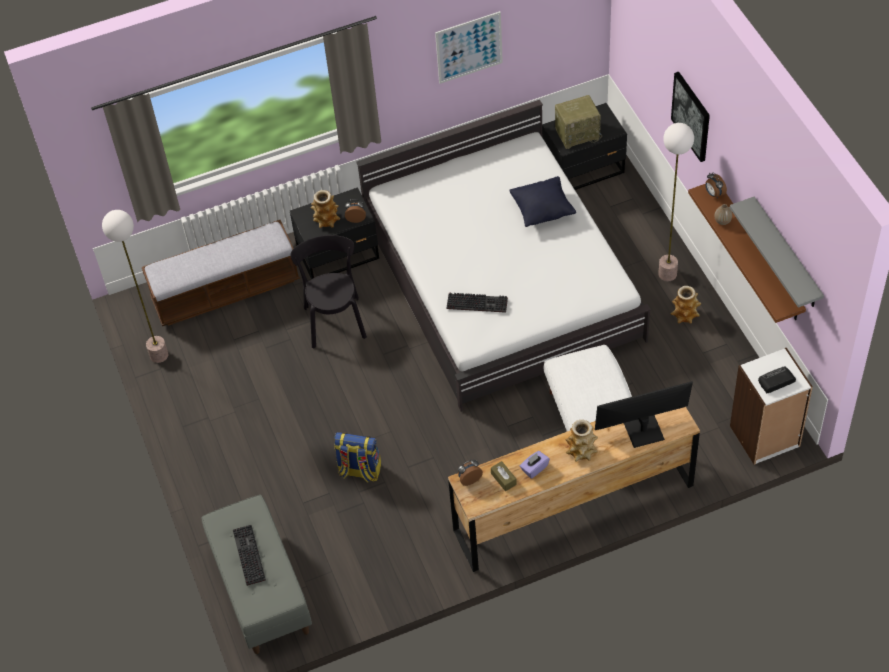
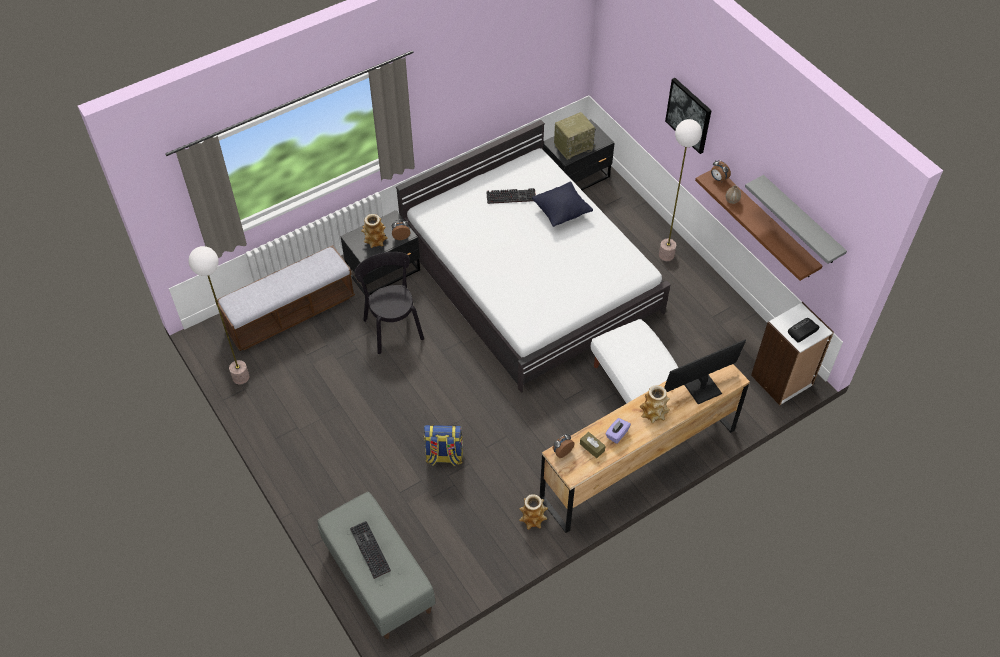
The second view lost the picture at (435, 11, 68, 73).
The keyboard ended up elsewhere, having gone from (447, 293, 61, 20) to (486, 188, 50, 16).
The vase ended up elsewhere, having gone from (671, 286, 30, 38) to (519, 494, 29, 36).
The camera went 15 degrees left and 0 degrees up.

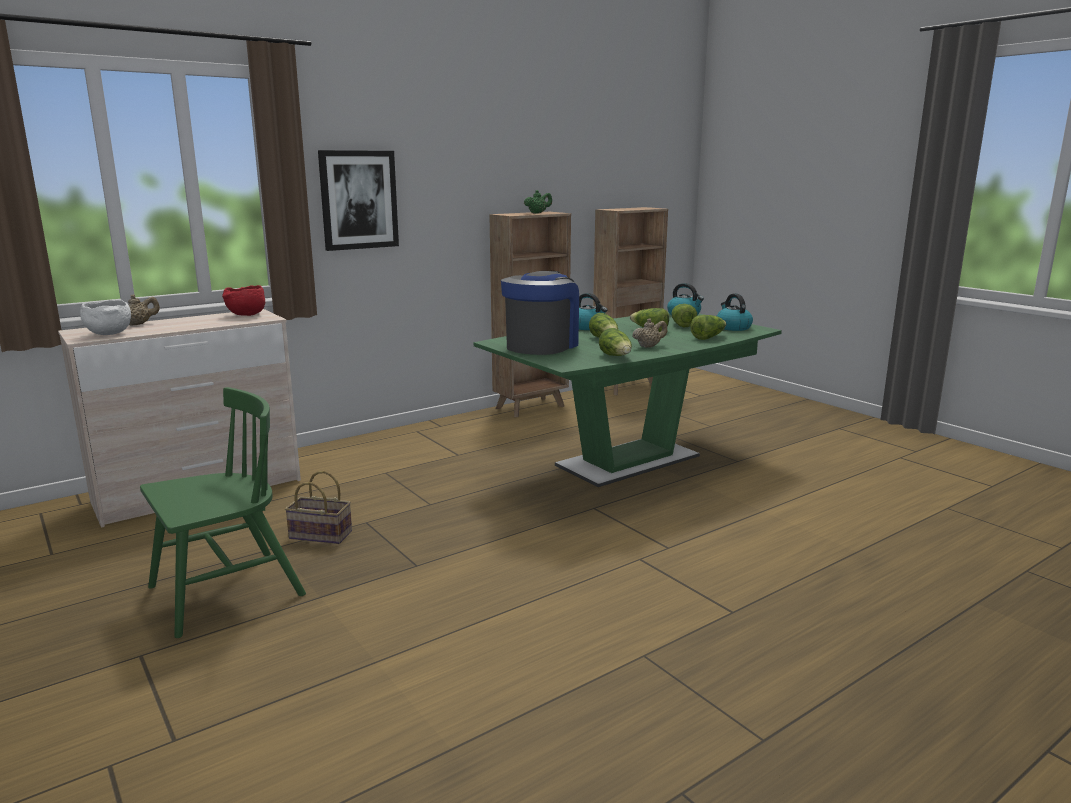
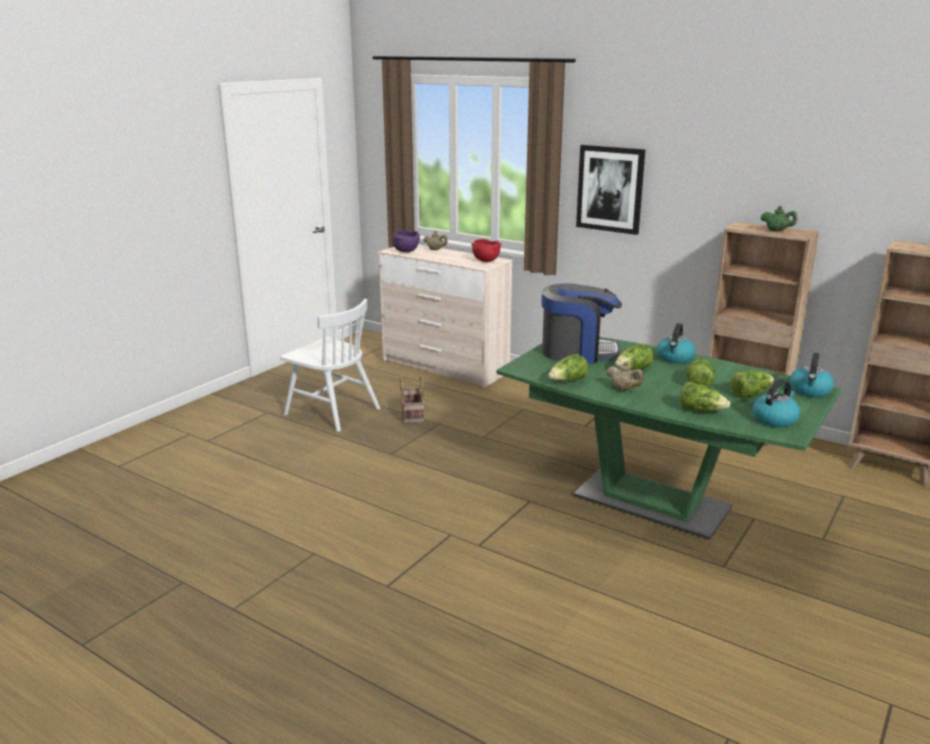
What was the white bowl at (80, 300, 51, 35) turned into the purple bowl at (393, 230, 27, 22).
What was the green chair at (140, 387, 166, 251) turned into the white chair at (281, 299, 99, 133).
The camera went 70 degrees right and 5 degrees up.

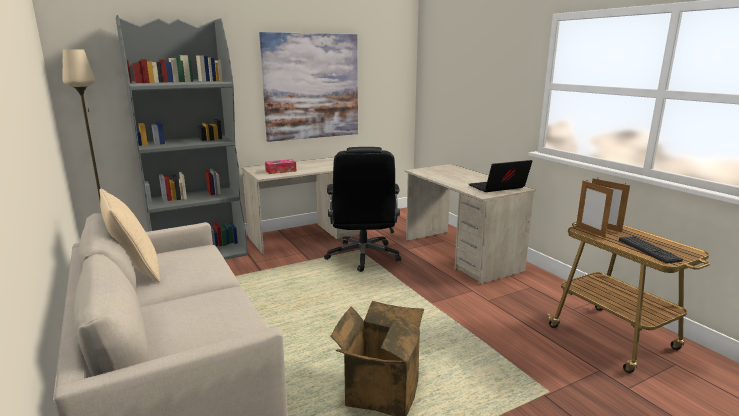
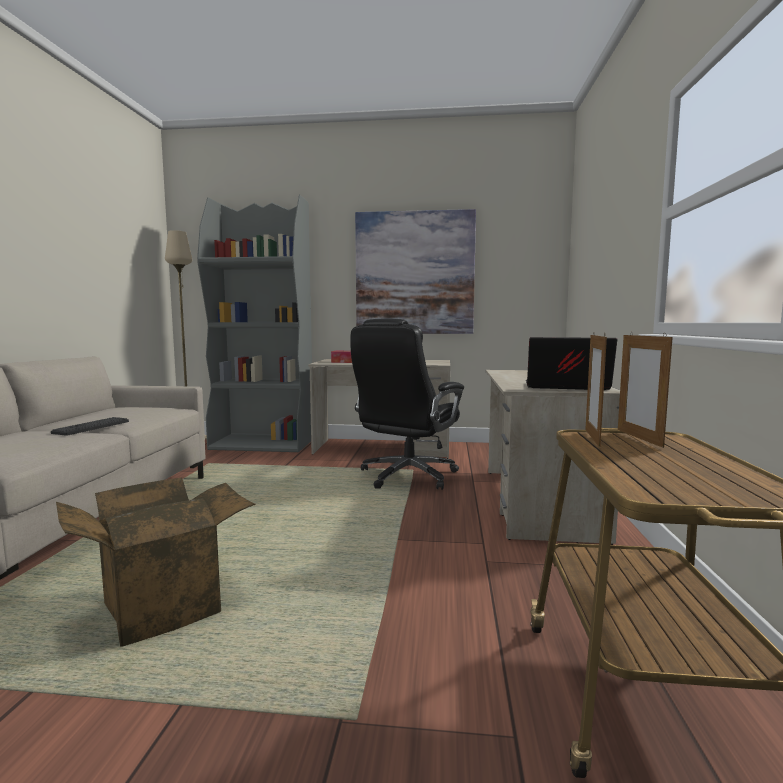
The second view lost the beige pillow at (100, 189, 60, 93).
The keyboard ended up elsewhere, having gone from (619, 236, 64, 28) to (51, 417, 78, 19).
The camera went 35 degrees right and 10 degrees down.

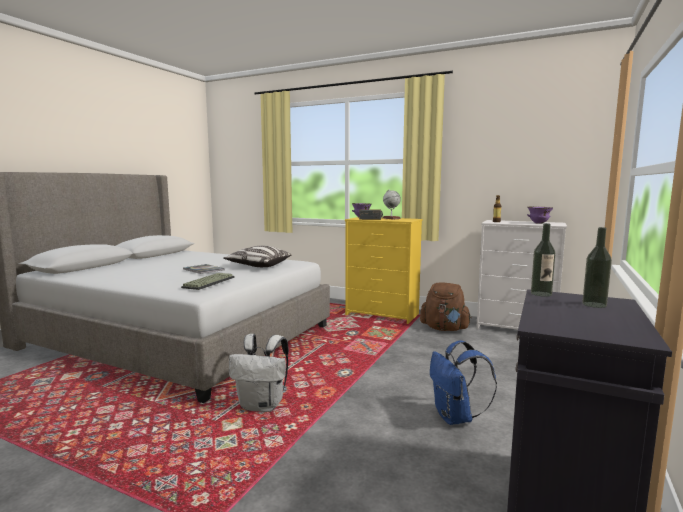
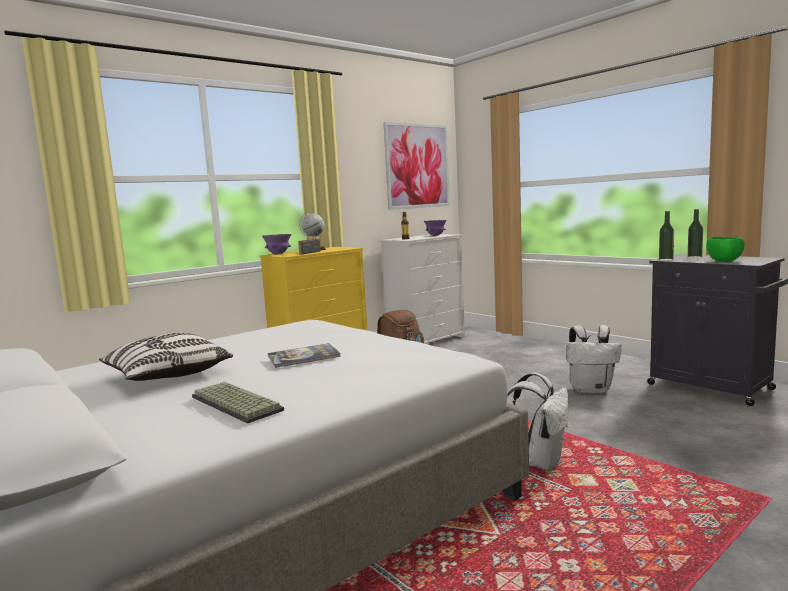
The keyboard ended up elsewhere, having gone from (181, 273, 54, 17) to (192, 382, 92, 42).
The pillow ended up elsewhere, having gone from (223, 246, 69, 21) to (99, 332, 134, 49).
What was the blue backpack at (430, 341, 67, 84) turned into the white backpack at (567, 325, 55, 69).
The second view gained the picture at (383, 122, 67, 88).
The second view gained the green bowl at (706, 237, 38, 25).
The camera went 65 degrees left and 0 degrees up.

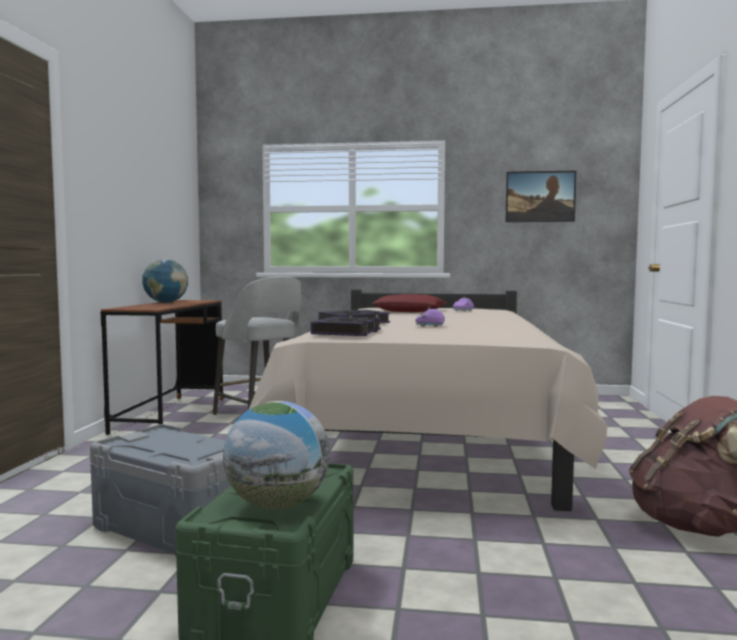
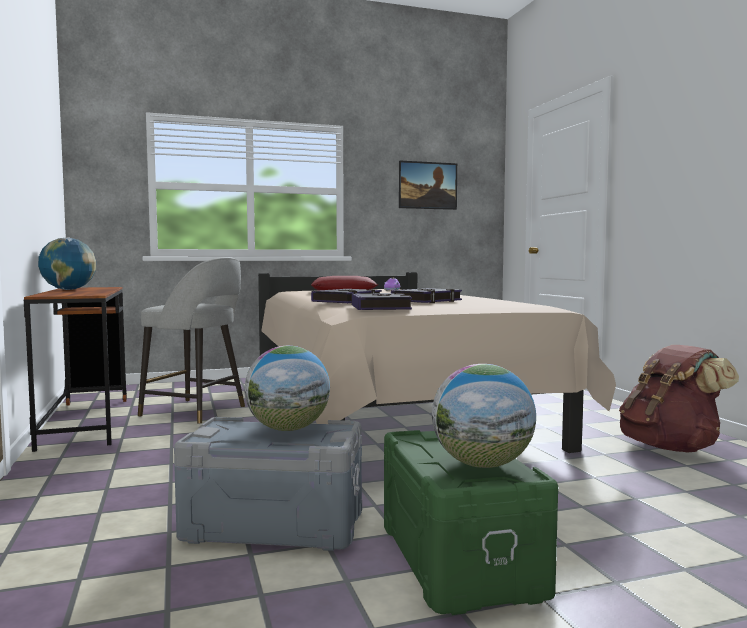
Where the purple toy car stood at (415, 307, 30, 20), the book came to stand at (391, 288, 71, 15).
The second view gained the globe at (244, 346, 86, 85).
The camera went 25 degrees left and 0 degrees up.

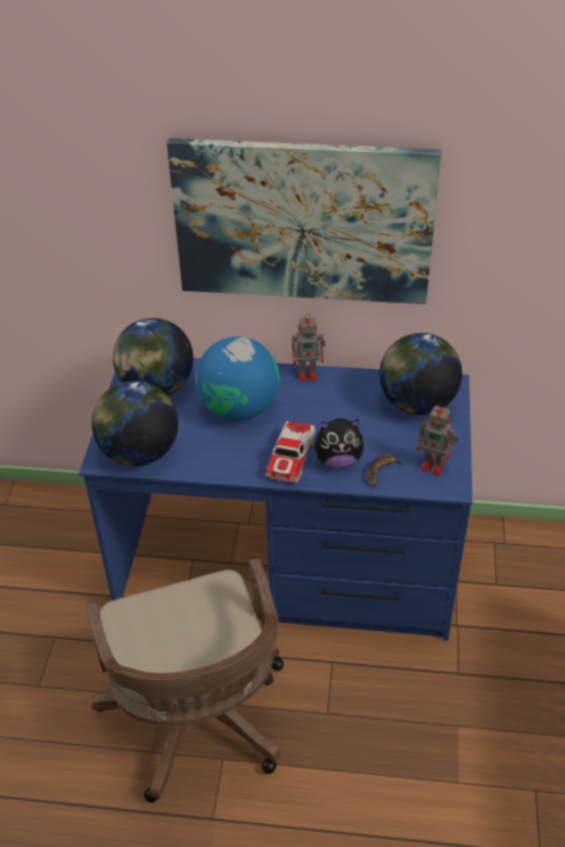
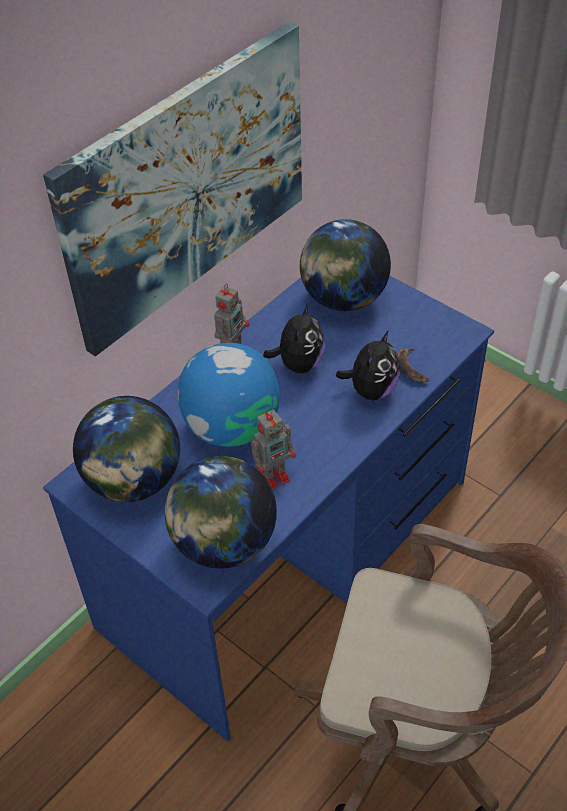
The second view lost the toy car at (265, 421, 50, 62).
The toy robot ended up elsewhere, having gone from (417, 403, 41, 73) to (251, 409, 45, 81).
The second view gained the plush toy at (263, 302, 62, 71).
The camera went 55 degrees left and 5 degrees up.

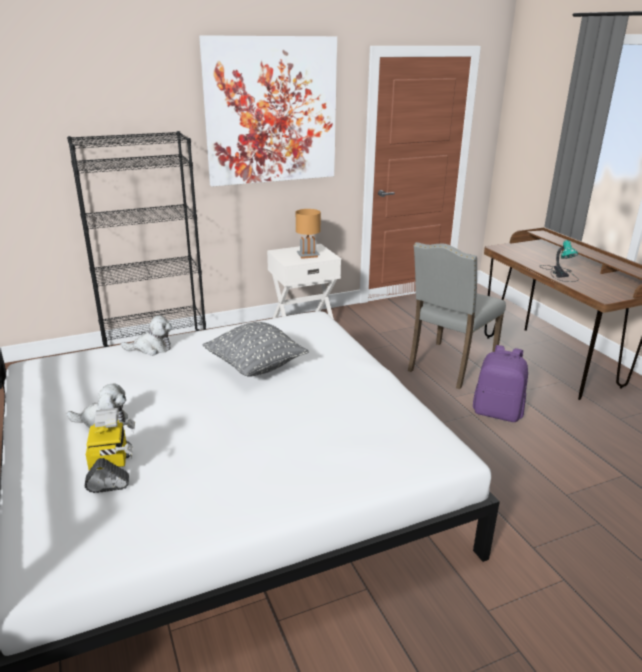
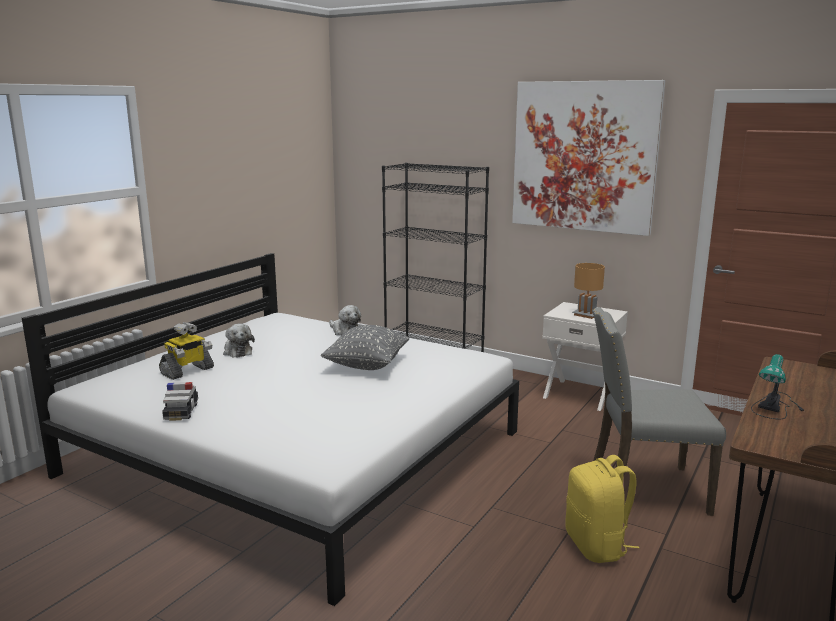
What was the purple backpack at (473, 345, 55, 77) turned into the yellow backpack at (566, 455, 73, 108).
The second view gained the toy car at (162, 382, 36, 39).
The camera went 55 degrees right and 10 degrees down.

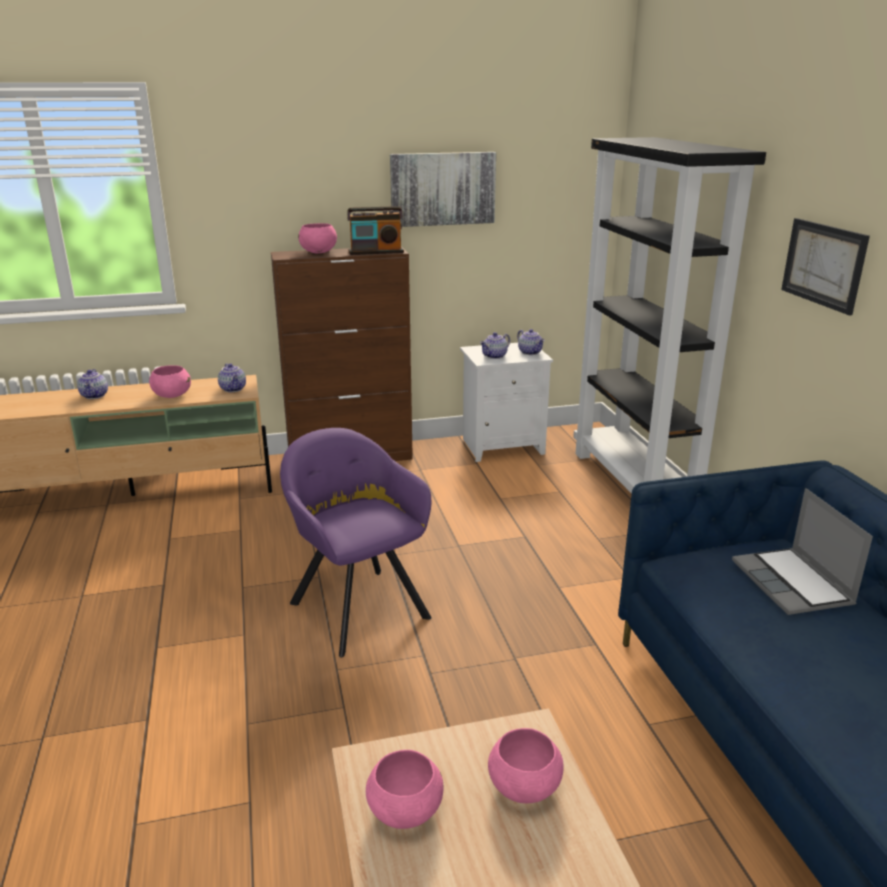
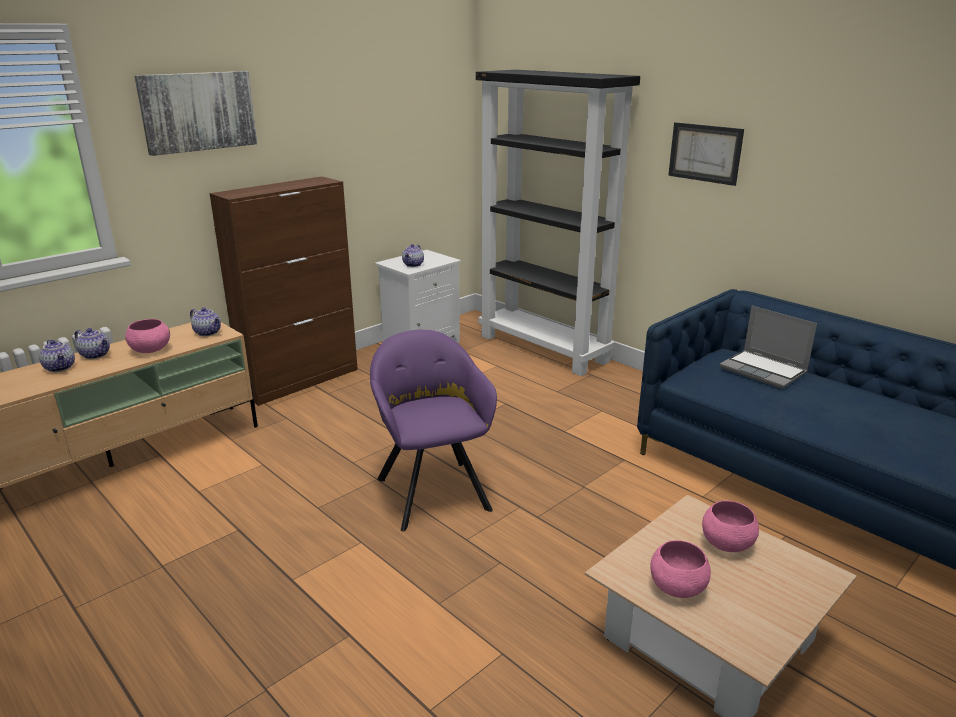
The purple armchair at (280, 428, 152, 229) ended up facing another way, 45 degrees clockwise from before.
The second view lost the pink bowl at (298, 223, 39, 30).
The second view lost the radio at (347, 206, 57, 49).
The picture ended up elsewhere, having gone from (390, 152, 106, 75) to (134, 71, 123, 85).
The teapot ended up elsewhere, having gone from (517, 329, 28, 26) to (75, 328, 35, 31).
The camera went 30 degrees left and 0 degrees up.

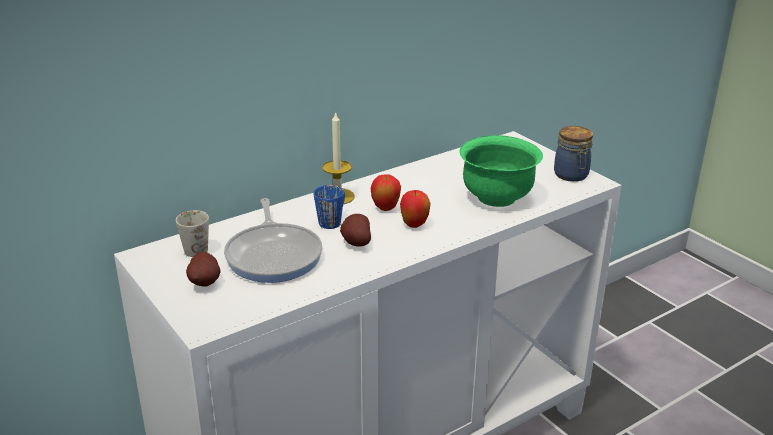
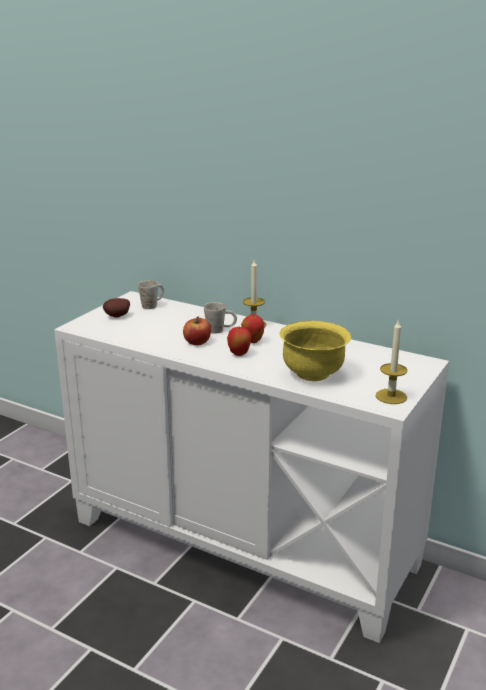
The second view lost the frying pan at (224, 198, 99, 85).
What was the blue mug at (313, 185, 32, 44) turned into the white mug at (204, 302, 33, 32).
Where the potato stood at (340, 214, 31, 33), the apple came to stand at (183, 316, 28, 29).
What was the green bowl at (459, 135, 84, 72) turned into the yellow bowl at (279, 321, 72, 60).
Where the jar stood at (554, 126, 39, 56), the candle came to stand at (376, 319, 31, 85).
The camera went 65 degrees right and 5 degrees down.

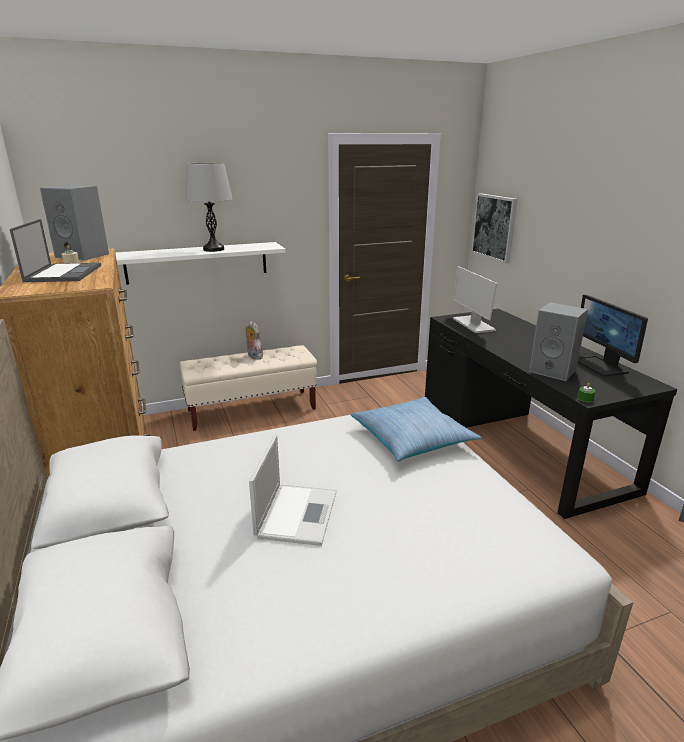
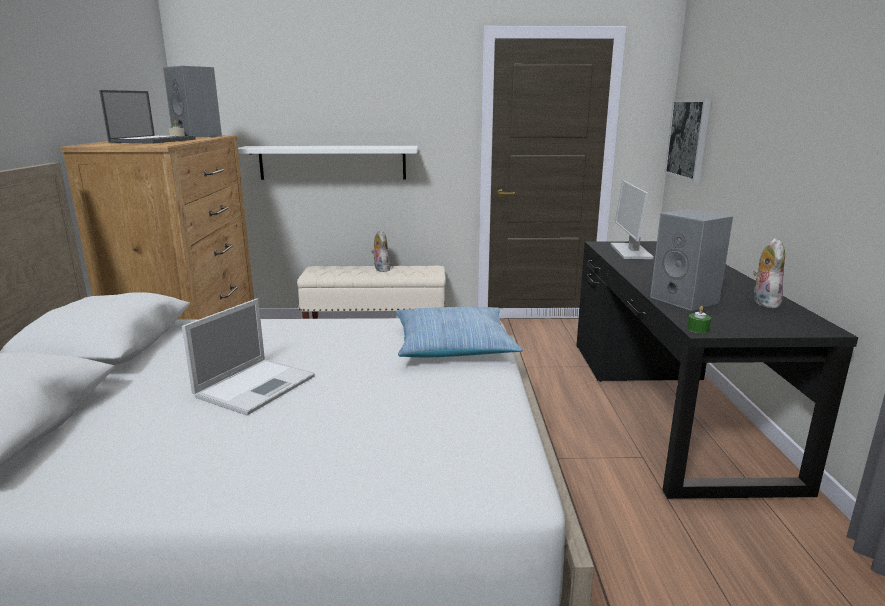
The second view lost the grey table lamp at (185, 163, 48, 89).
Where the monitor stood at (578, 294, 70, 83), the plush toy came to stand at (753, 238, 32, 70).
The camera went 20 degrees right and 5 degrees down.

